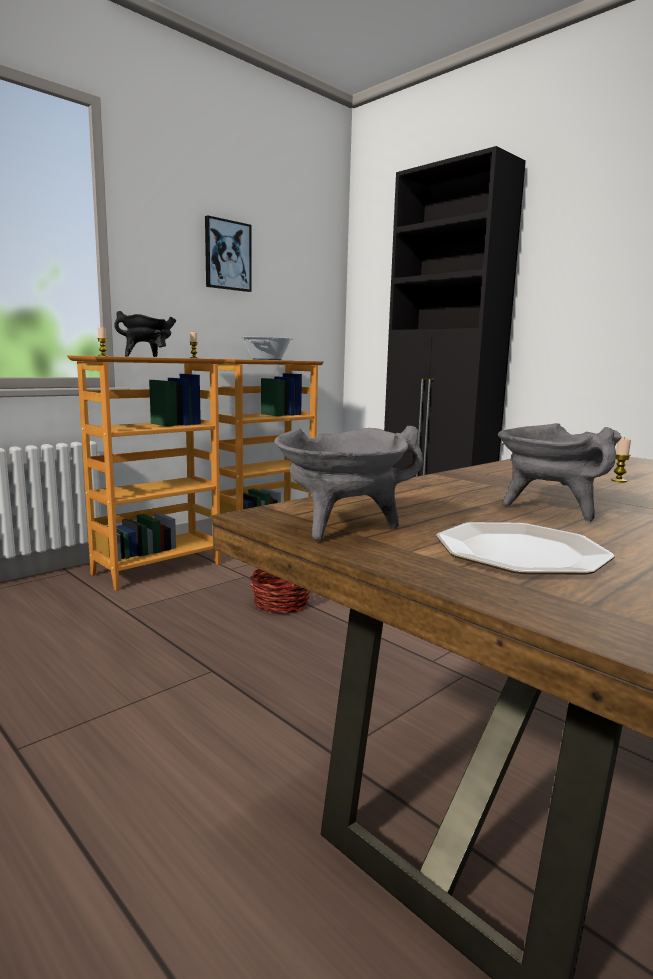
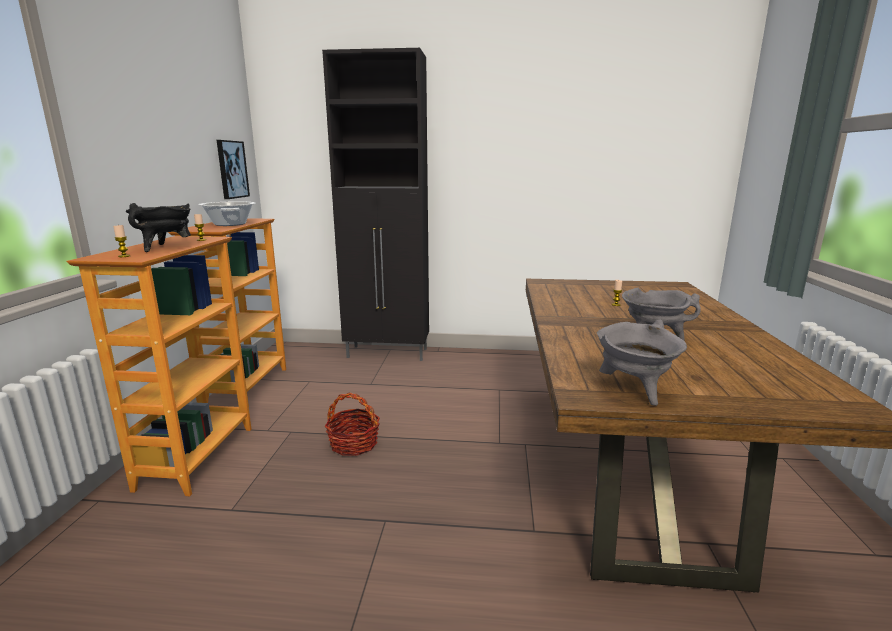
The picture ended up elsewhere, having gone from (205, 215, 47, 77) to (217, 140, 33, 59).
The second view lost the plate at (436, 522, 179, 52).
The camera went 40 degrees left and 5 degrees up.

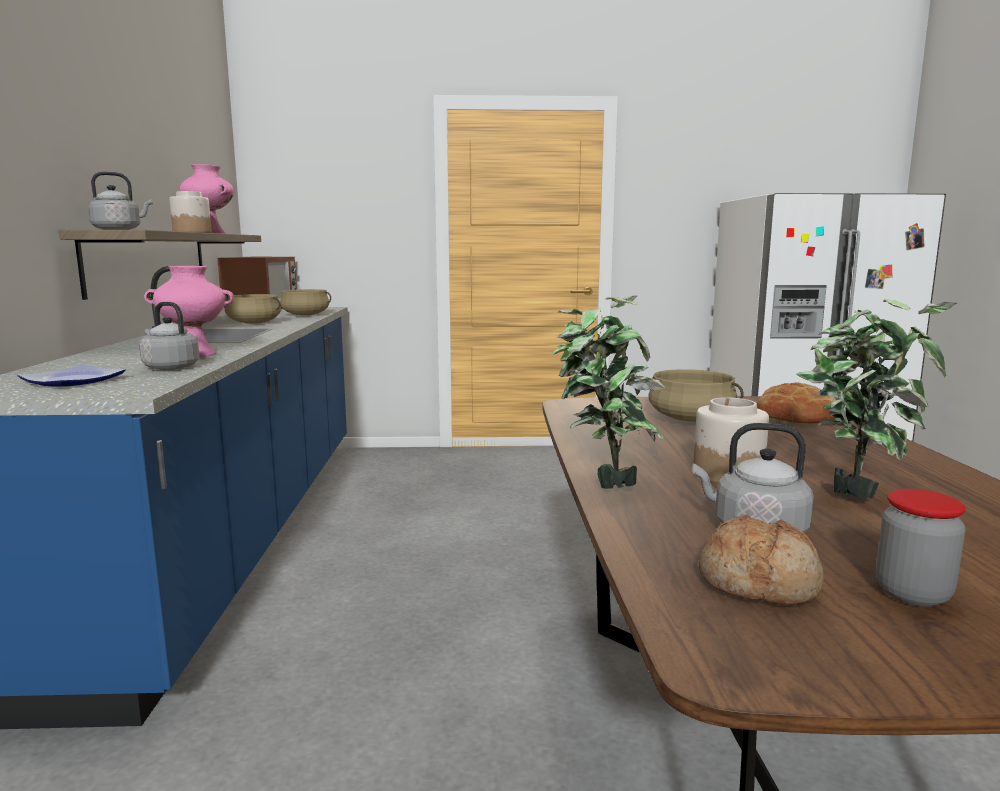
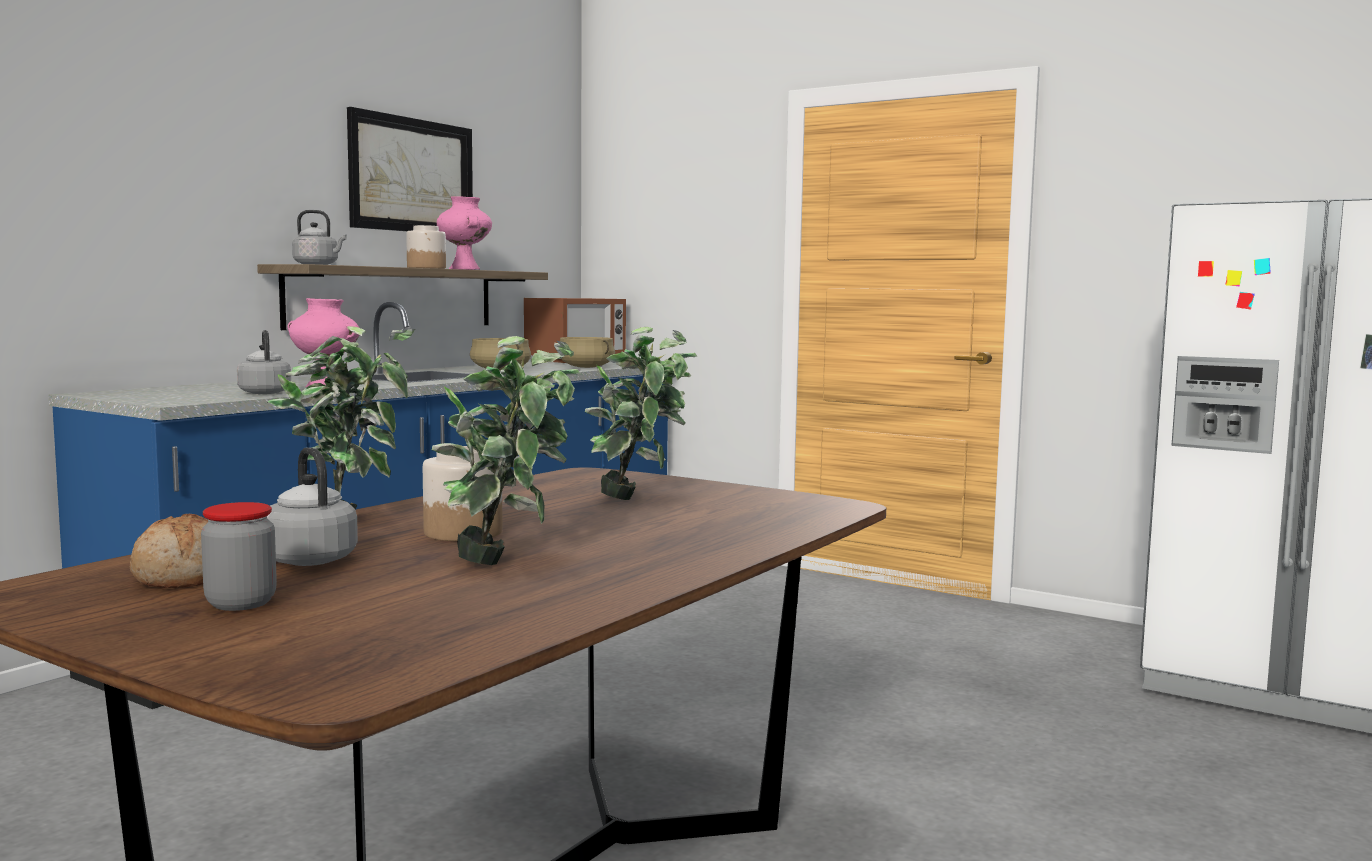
The second view lost the plate at (17, 364, 109, 23).
Where the beige cooking pot stood at (648, 369, 96, 53), the potted plant came to stand at (585, 327, 112, 173).
The second view lost the bread at (757, 383, 80, 40).
The second view gained the picture at (347, 107, 126, 124).
The camera went 35 degrees right and 5 degrees down.

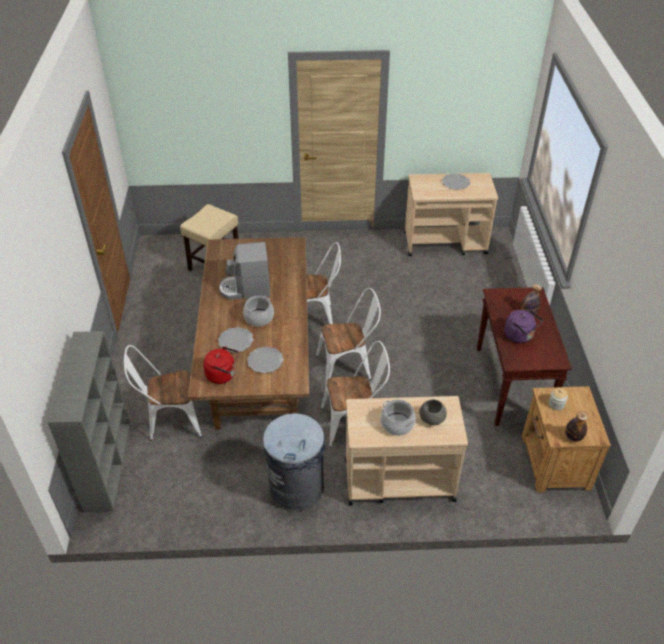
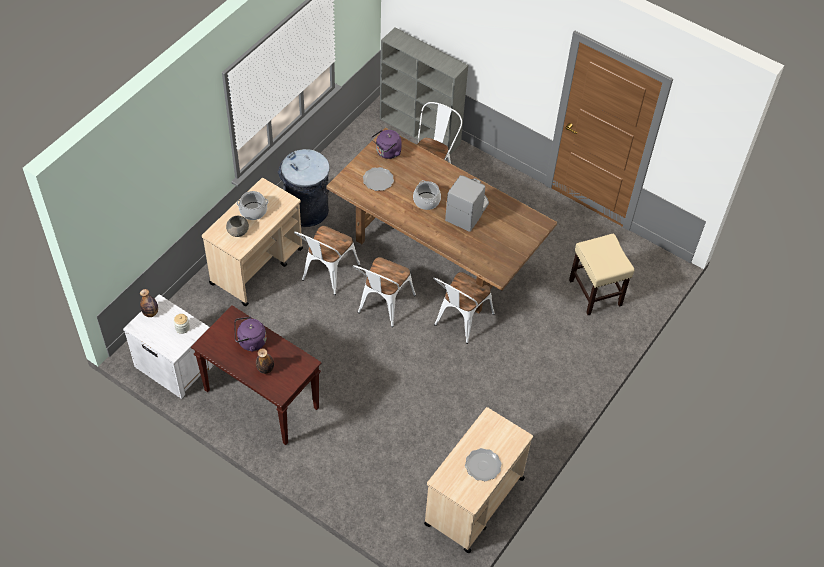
What was the red kettle at (203, 346, 36, 38) turned into the purple kettle at (371, 130, 31, 29).
The second view lost the plate at (218, 327, 36, 26).
What was the brown nightstand at (522, 386, 89, 106) turned into the white nightstand at (123, 294, 91, 105).
The camera went 125 degrees right and 10 degrees up.

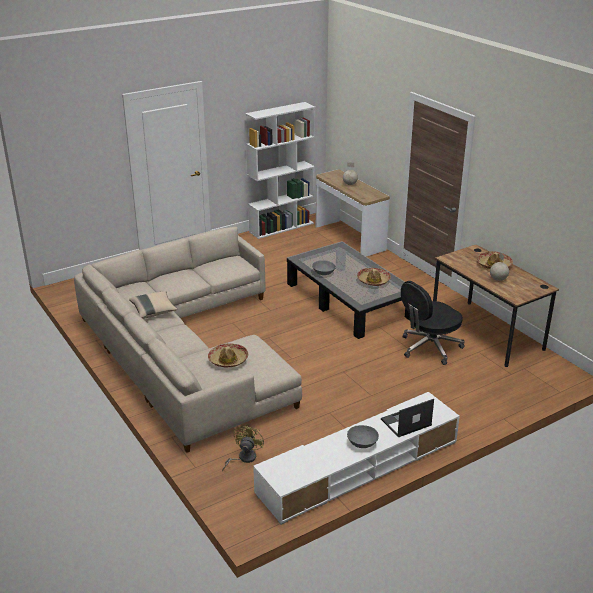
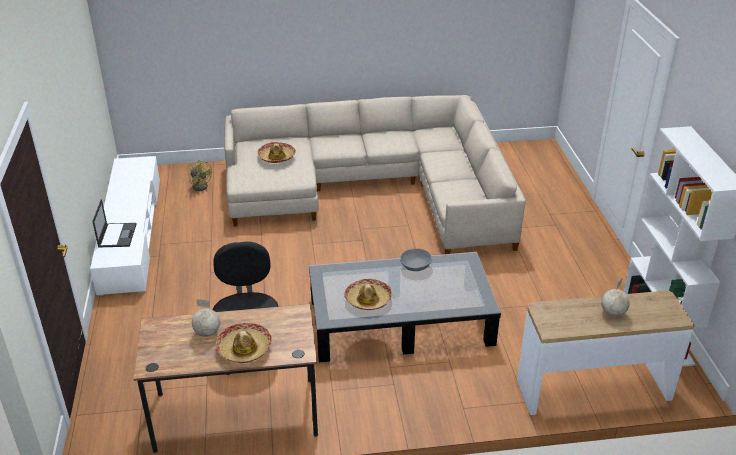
The second view lost the beige pillow at (129, 291, 49, 28).
The second view lost the grey bowl at (347, 425, 32, 23).
The camera went 115 degrees right and 5 degrees up.

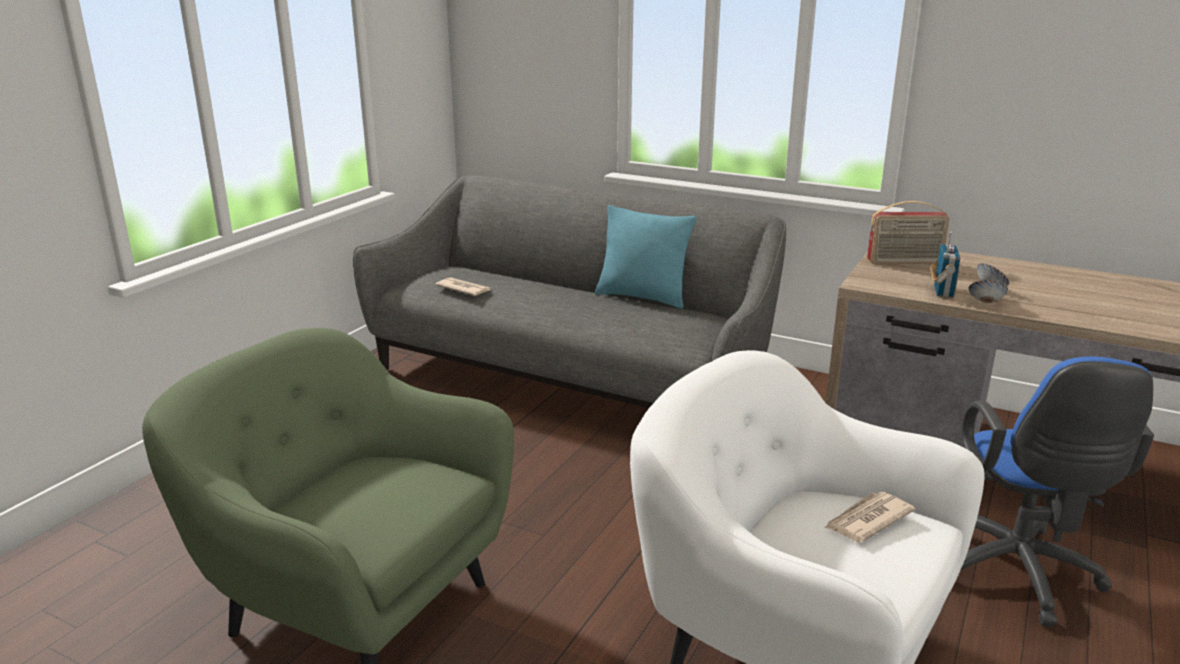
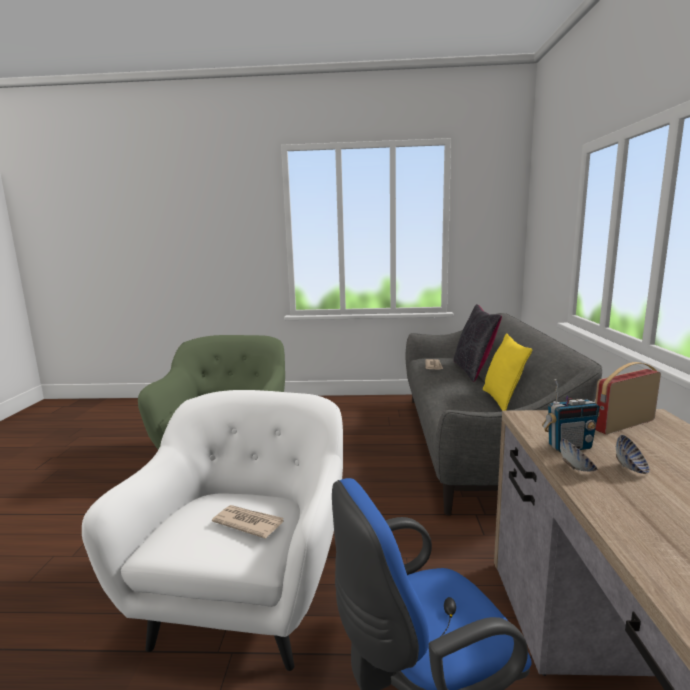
What was the turquoise pillow at (595, 205, 102, 104) turned into the yellow pillow at (483, 333, 49, 78).
The radio at (867, 201, 82, 63) ended up facing another way, 90 degrees clockwise from before.
The second view gained the black pillow at (454, 304, 48, 78).
The camera went 65 degrees right and 10 degrees down.

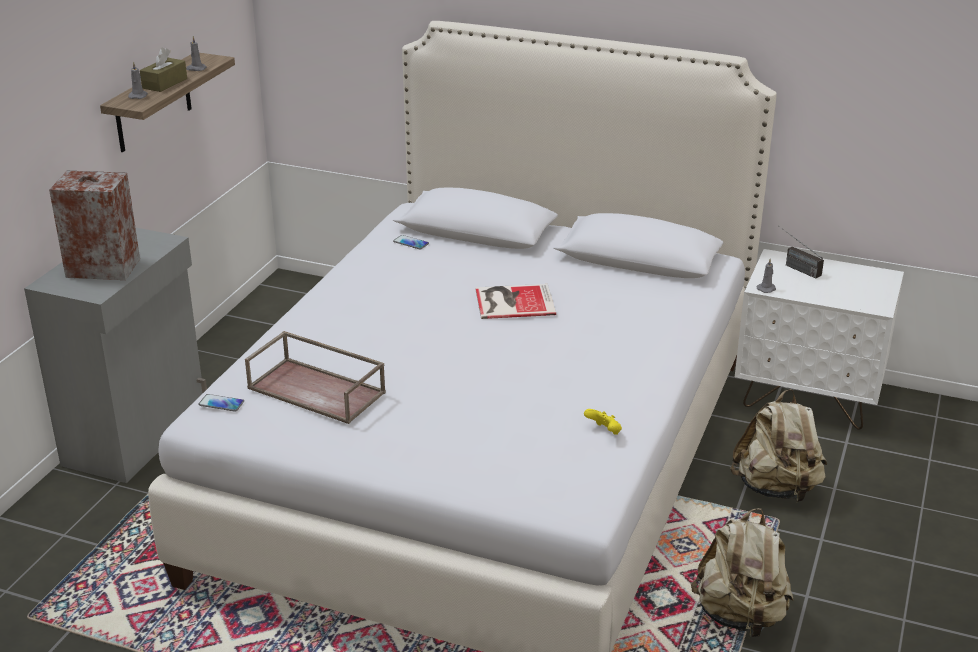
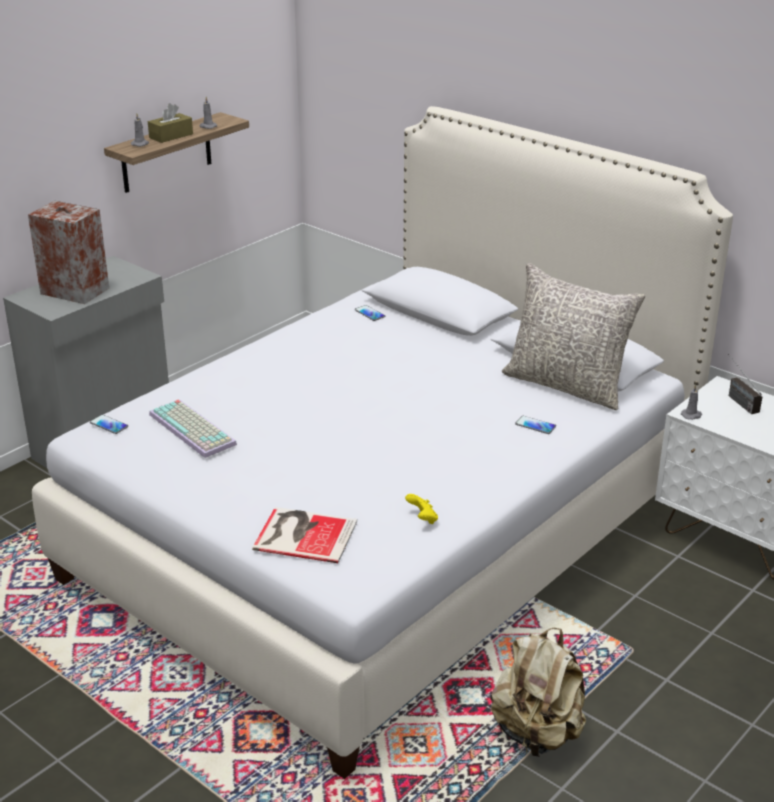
Where the brown tray stood at (245, 331, 141, 93), the keyboard came to stand at (149, 400, 88, 58).
The book ended up elsewhere, having gone from (475, 284, 81, 35) to (252, 507, 105, 56).
The second view lost the beige backpack at (730, 389, 97, 114).
The second view gained the grey pillow at (502, 263, 143, 147).
The second view gained the phone at (515, 416, 41, 18).
The camera went 20 degrees right and 0 degrees up.

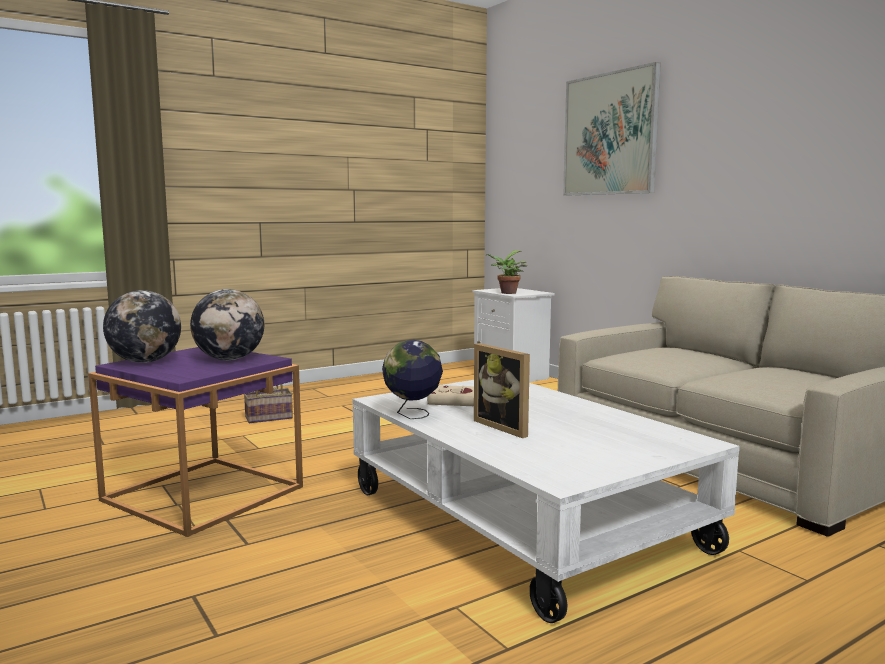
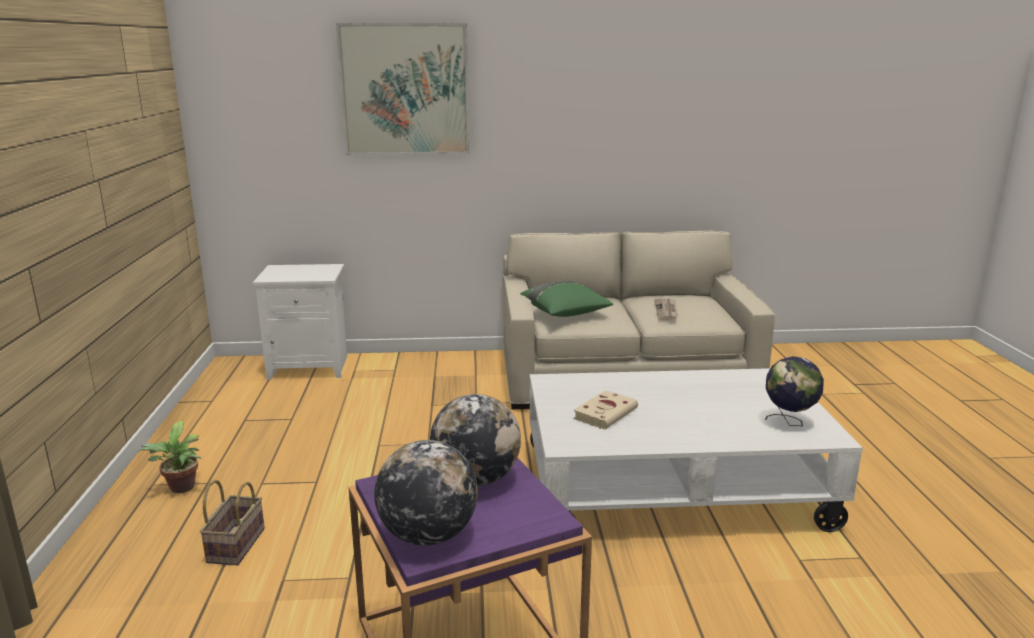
The globe ended up elsewhere, having gone from (382, 340, 61, 79) to (765, 356, 59, 70).
The second view lost the picture frame at (474, 343, 56, 95).
The potted plant ended up elsewhere, having gone from (486, 251, 41, 43) to (139, 421, 62, 72).
The second view gained the green pillow at (520, 281, 93, 36).
The second view gained the newspaper at (654, 298, 24, 22).
The camera went 60 degrees left and 10 degrees up.

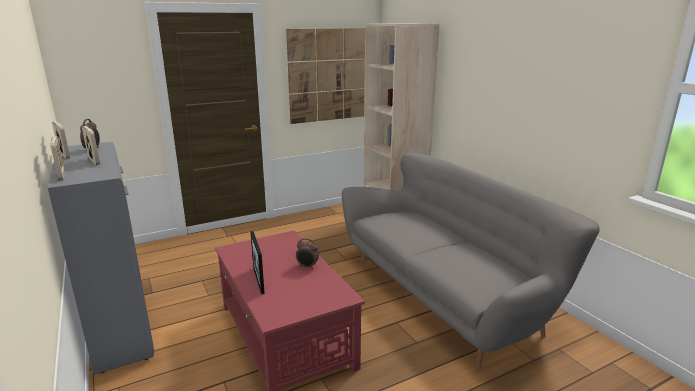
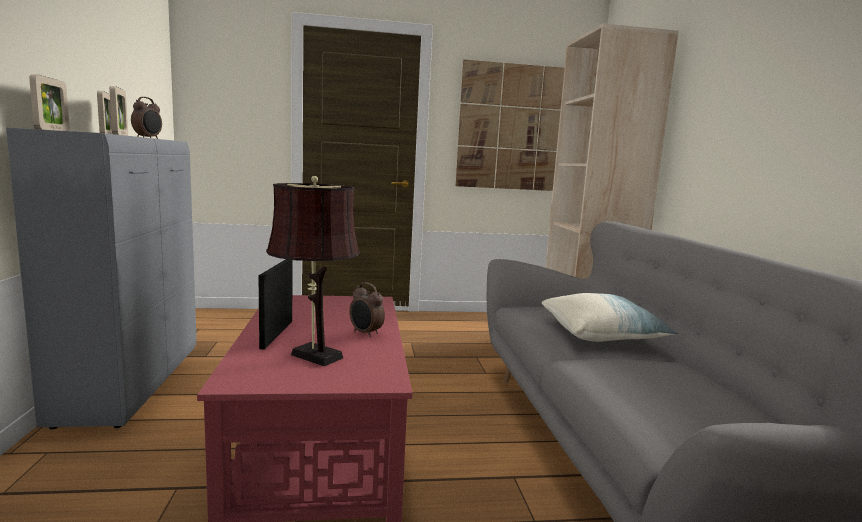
The second view gained the brown table lamp at (266, 176, 94, 191).
The second view gained the pillow at (542, 293, 136, 49).
The camera went 20 degrees right and 10 degrees down.

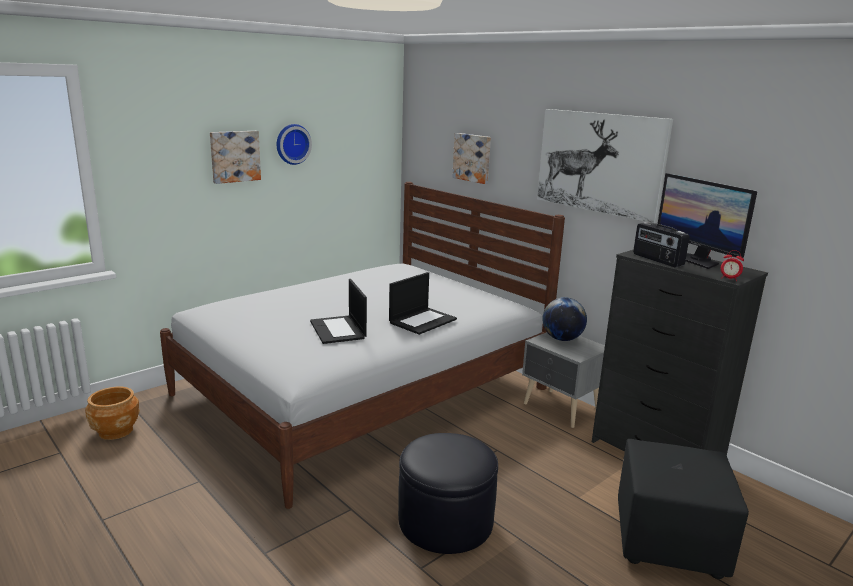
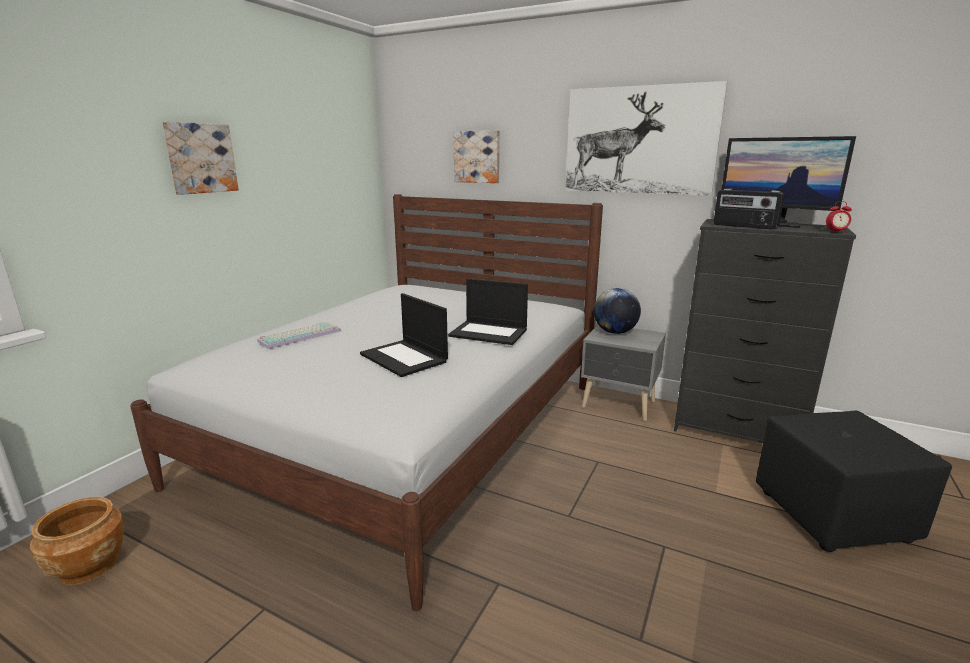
The second view lost the wall clock at (277, 124, 35, 41).
The laptop at (389, 272, 68, 63) ended up facing another way, 90 degrees clockwise from before.
The second view lost the black ottoman at (398, 433, 100, 121).
The second view gained the keyboard at (257, 321, 84, 28).
The camera went 20 degrees left and 0 degrees up.

